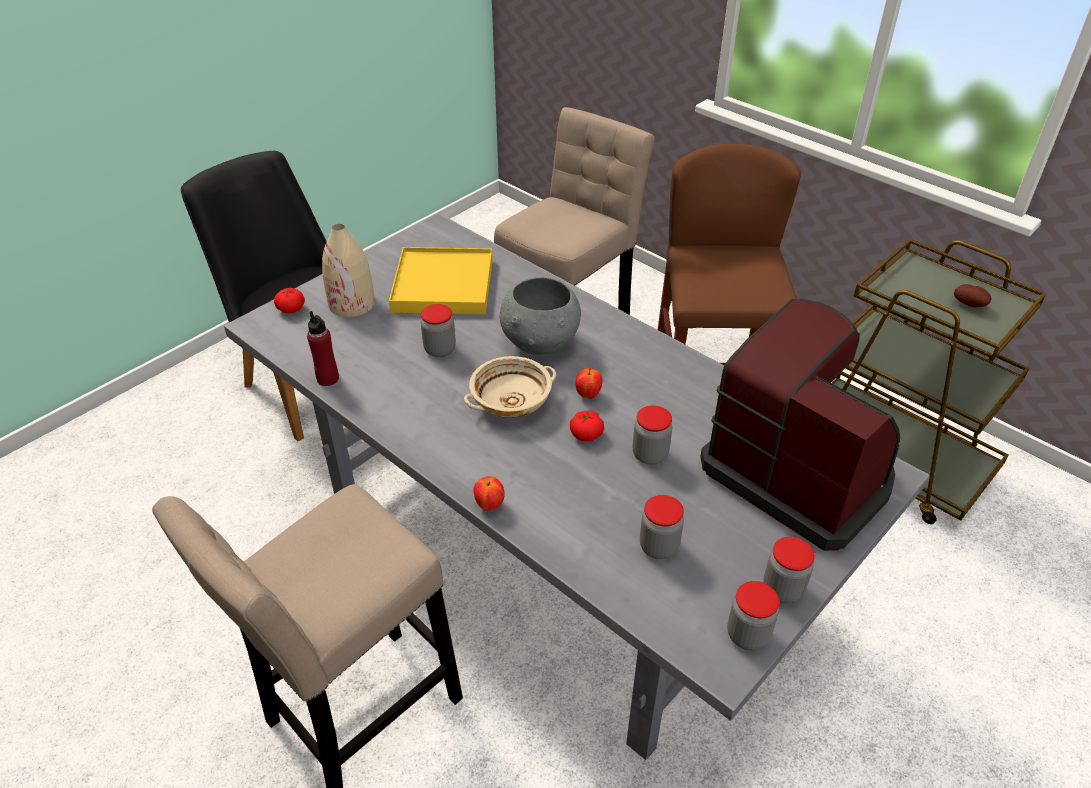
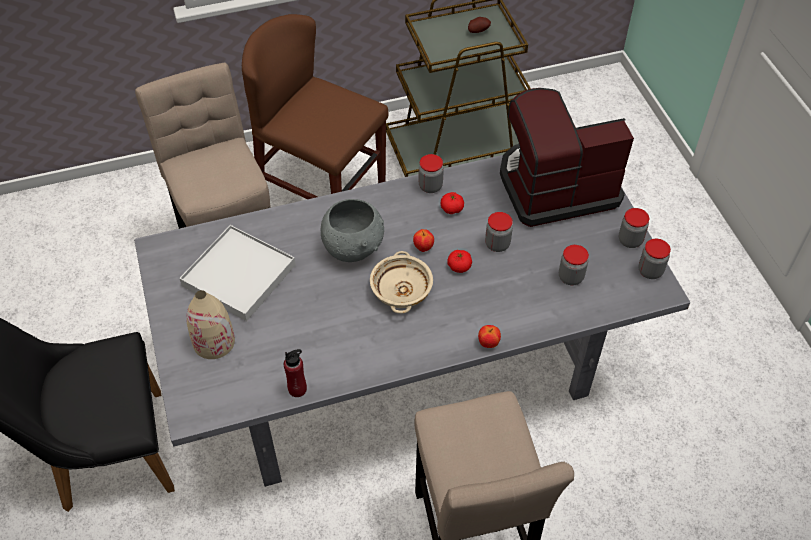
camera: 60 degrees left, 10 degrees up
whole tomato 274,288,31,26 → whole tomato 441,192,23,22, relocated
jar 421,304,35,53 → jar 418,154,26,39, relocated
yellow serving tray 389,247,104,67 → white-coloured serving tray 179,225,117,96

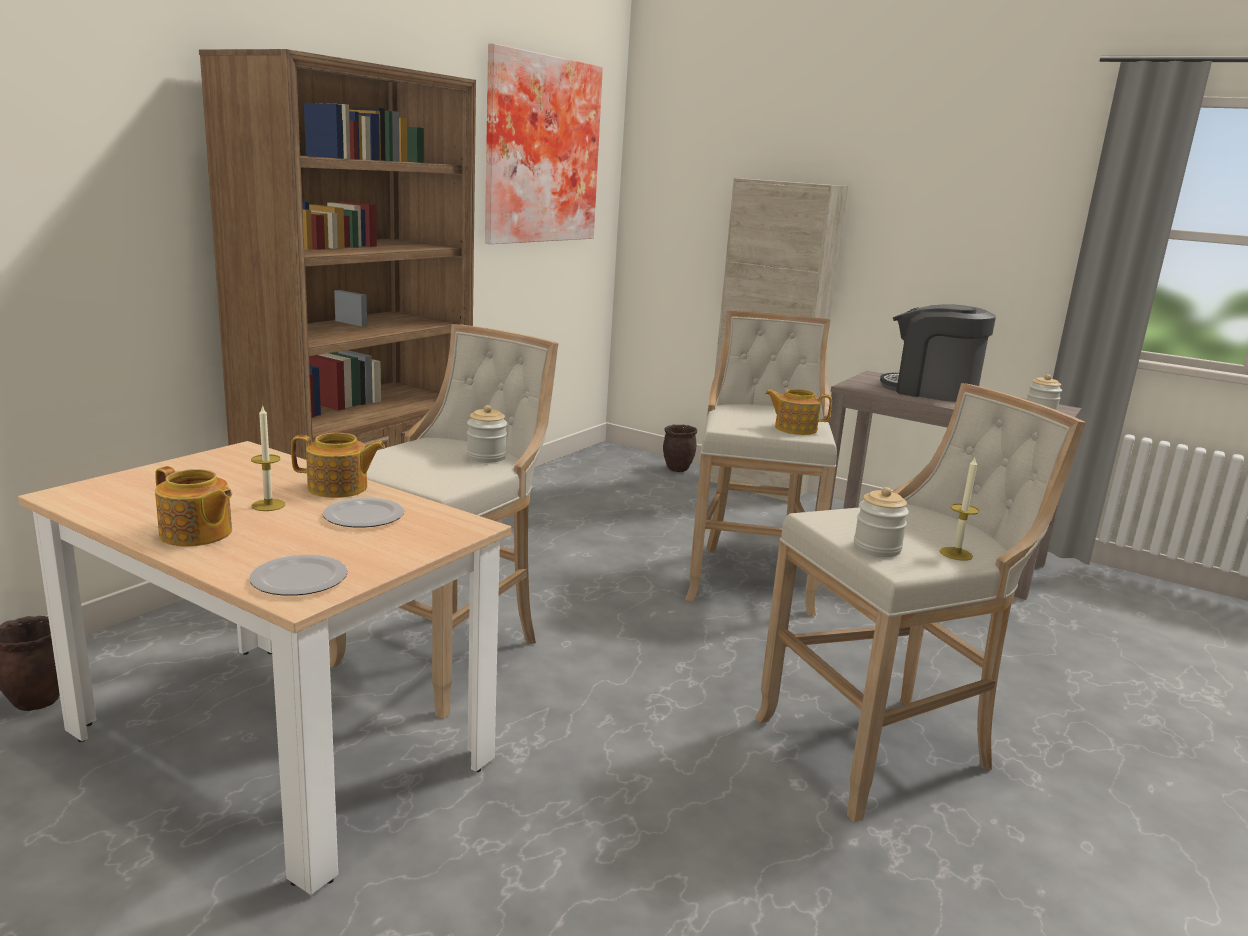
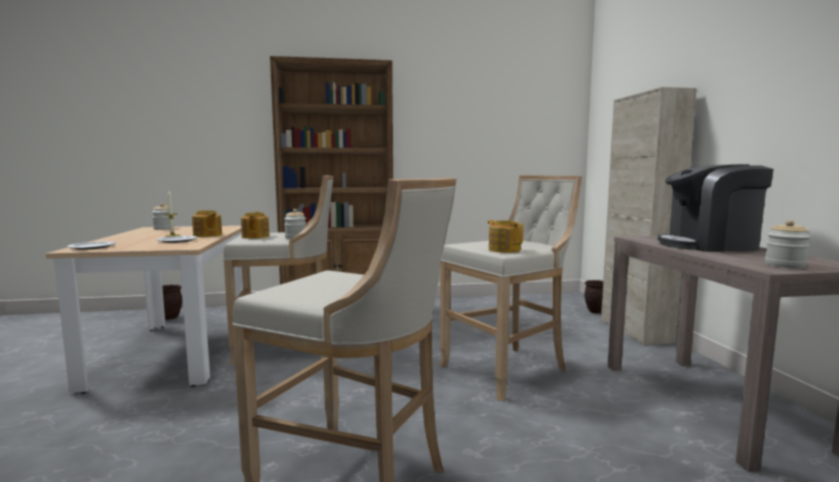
camera: 50 degrees right, 10 degrees down
wall art 485,43,118,201 → -
wax candle 940,458,39,103 → -
tea pot 155,466,77,81 → tea pot 241,212,29,27, relocated
jar 854,487,55,70 → jar 152,203,22,27, relocated
coffee machine 880,304,116,98 → coffee machine 658,164,116,88, 75 degrees counterclockwise

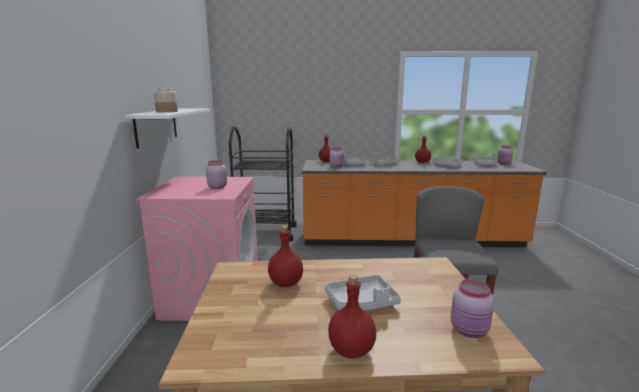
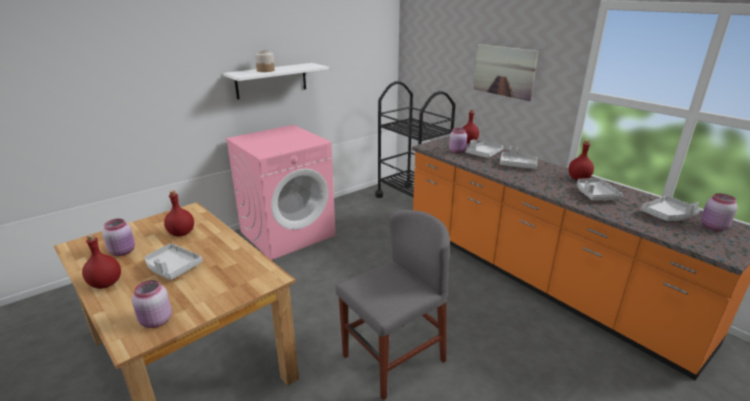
camera: 50 degrees right, 10 degrees up
- → wall art 474,44,64,57
pinkish jar 206,160,21,29 → pinkish jar 102,219,33,37, relocated

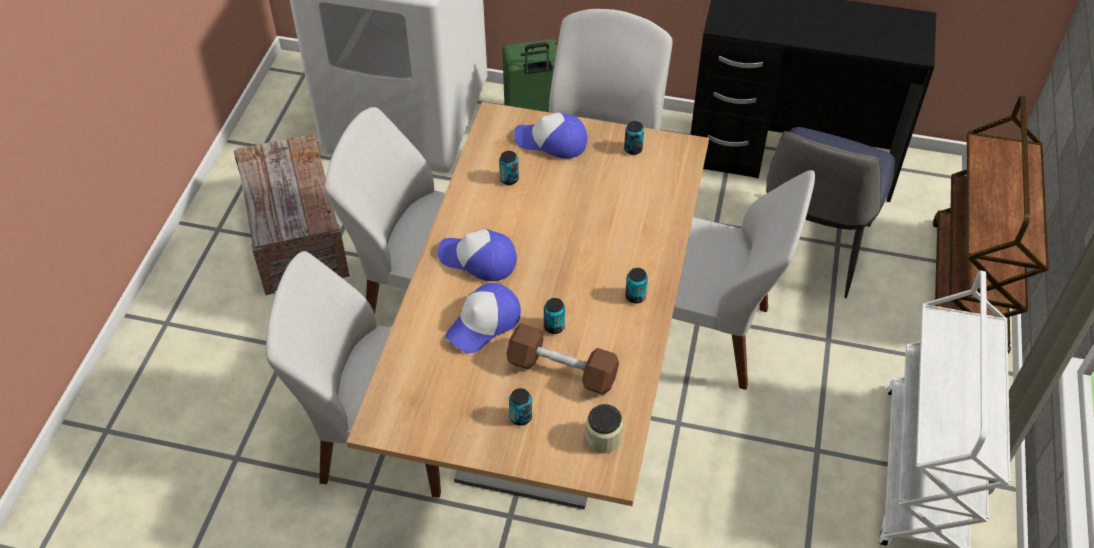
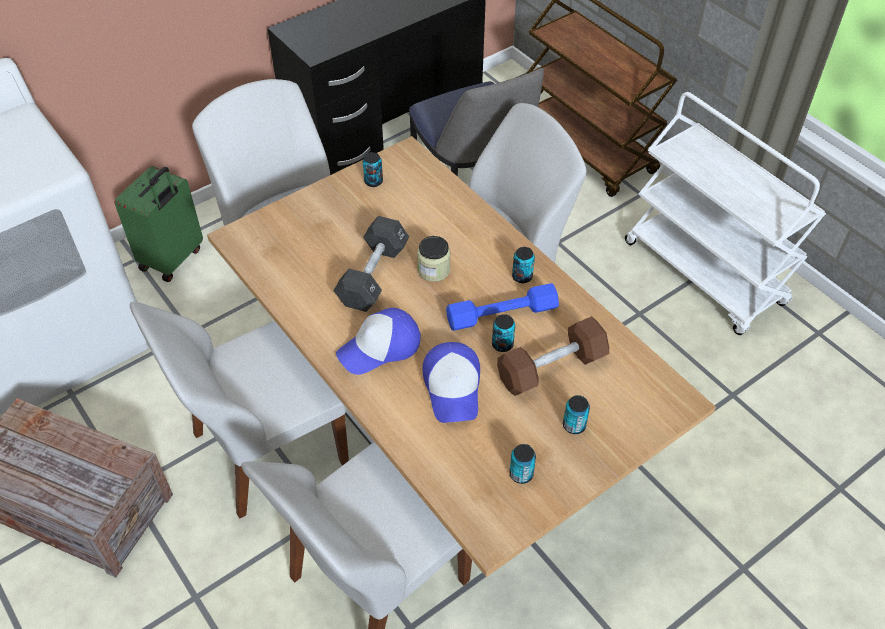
camera: 50 degrees left, 0 degrees up
baseball cap 514,112,74,47 → -
- → blackish hand weight 334,216,75,96
- → blue-coloured hand weight 446,283,113,48
metal can 499,151,20,34 → metal can 509,444,27,40, relocated
jar 586,404,37,50 → jar 417,236,34,46, relocated

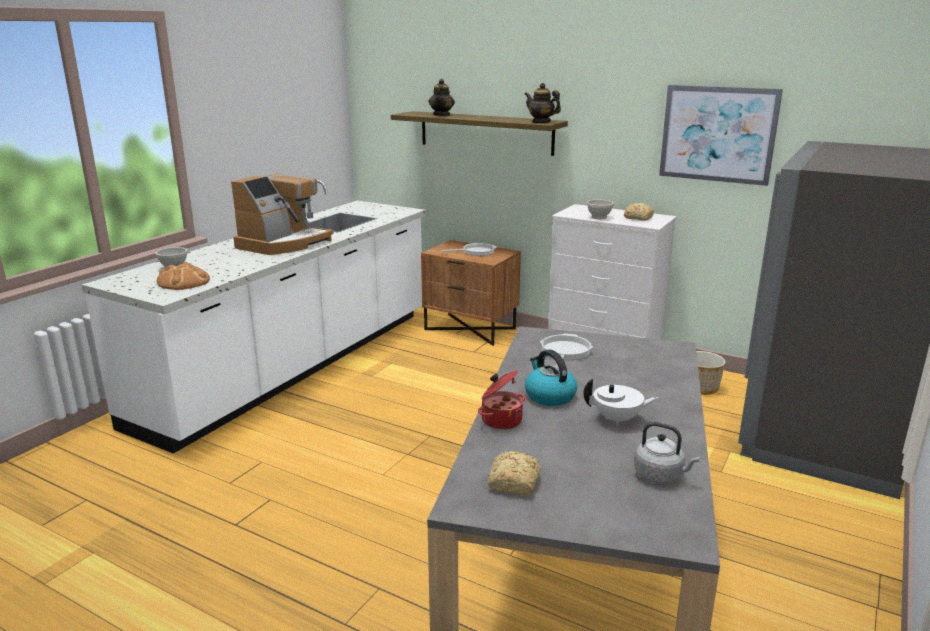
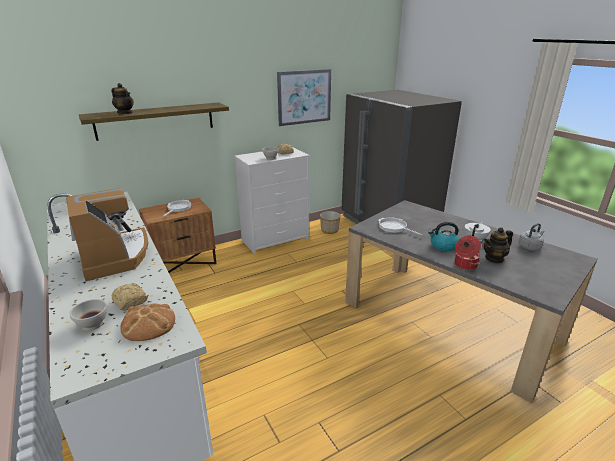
camera: 60 degrees left, 5 degrees up
bread 488,451,53,44 → bread 112,283,36,28, relocated
tea pot 524,83,37,40 → tea pot 484,227,29,36, relocated

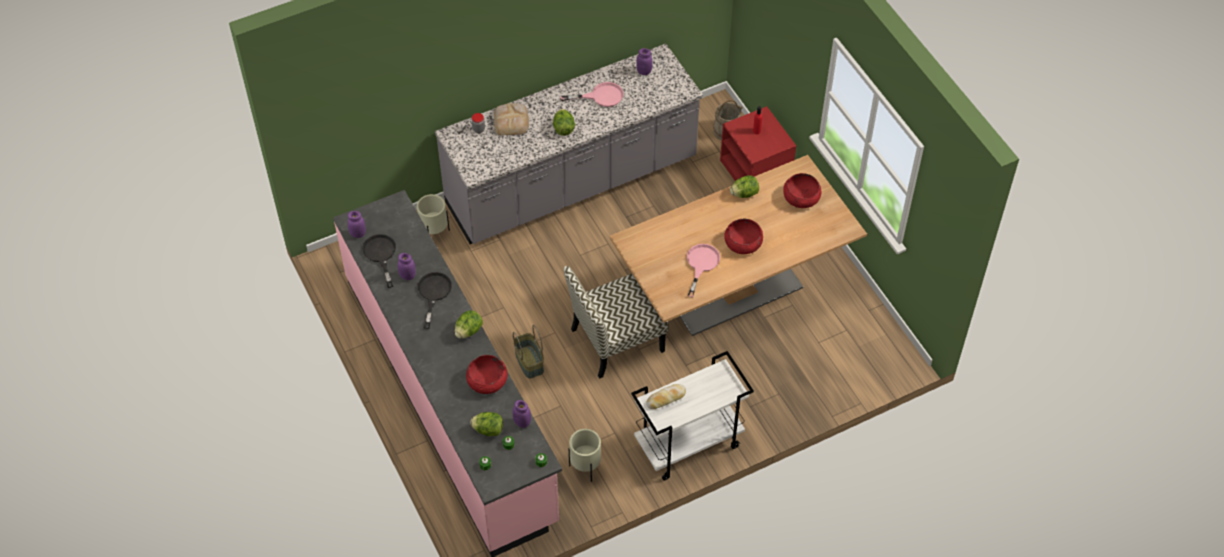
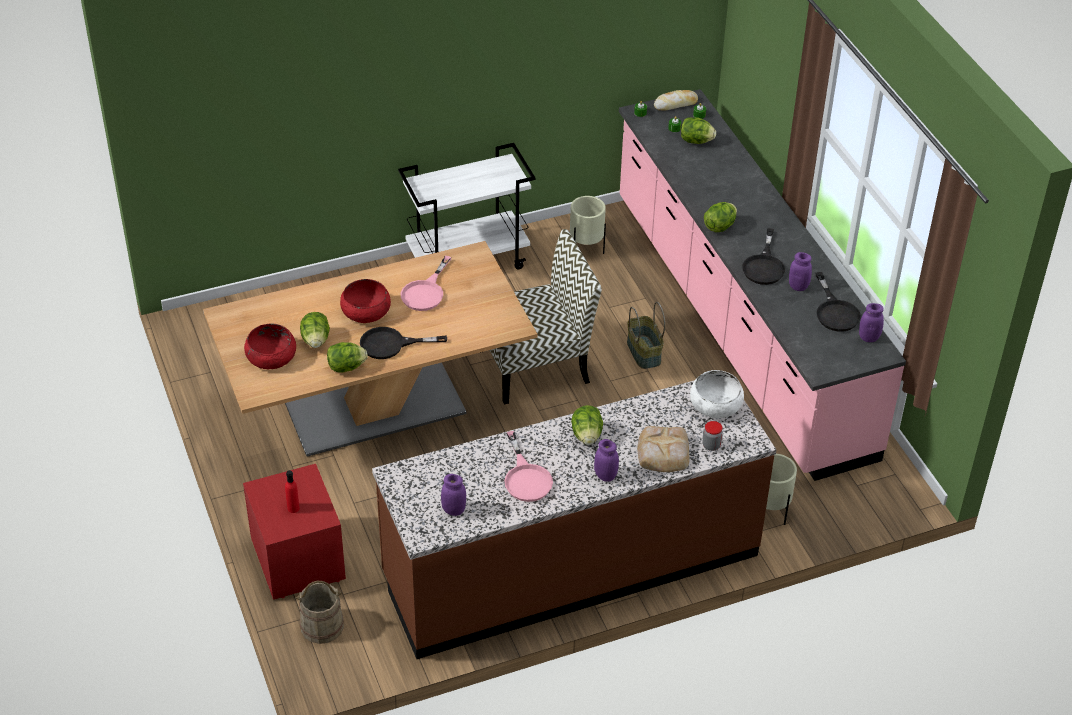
camera: 175 degrees left, 10 degrees down
reddish serving bowl 466,355,42,39 → -
- → lettuce 300,312,30,36
- → blackish pan 360,327,87,32
- → white-coloured serving bowl 690,370,54,48
purple-coloured jar 512,400,19,28 → purple-coloured jar 594,439,25,43, relocated
bread 646,384,40,25 → bread 654,90,44,21, relocated
grey kitchen base unit 435,44,268,200 → brown kitchen base unit 372,380,404,279
pinkish pan 561,82,63,25 → pinkish pan 504,431,49,71, 105 degrees counterclockwise

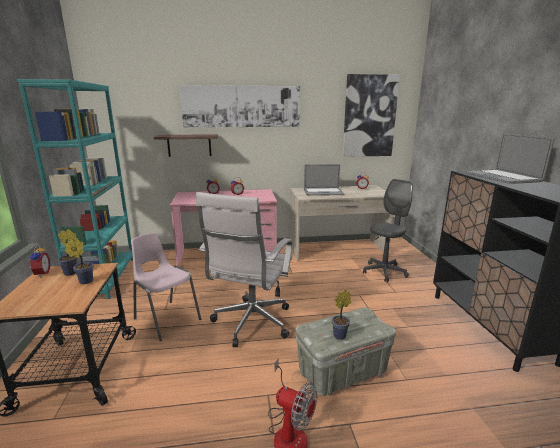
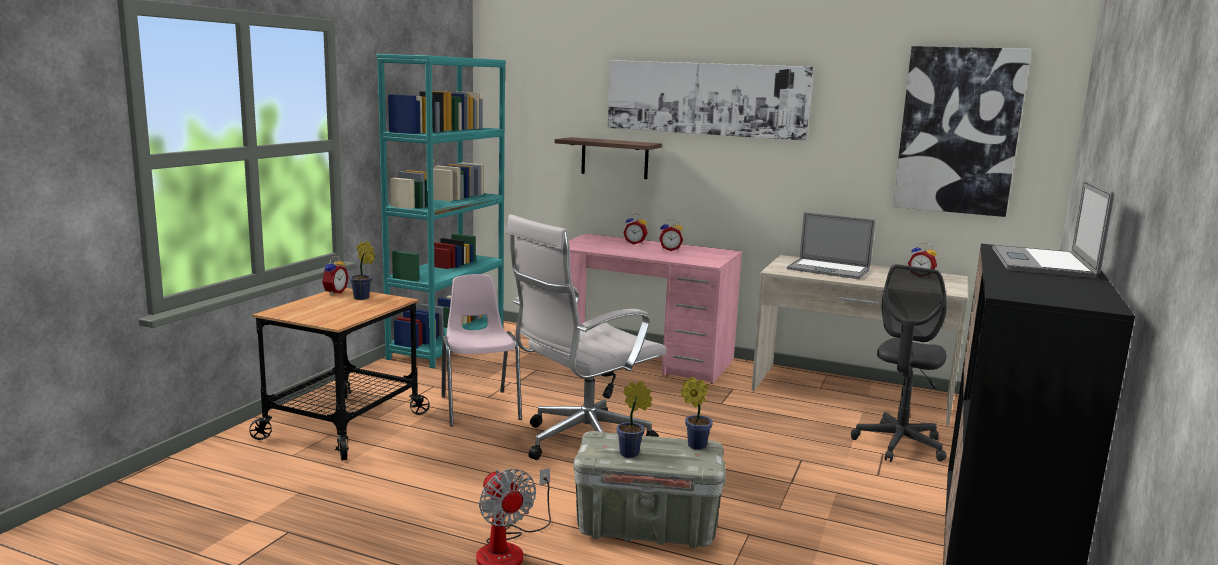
camera: 30 degrees right, 5 degrees down
plant in a pot 64,239,30,45 → plant in a pot 680,376,33,74, relocated
grey computer chair 363,179,50,104 → grey computer chair 851,264,96,198, 135 degrees clockwise

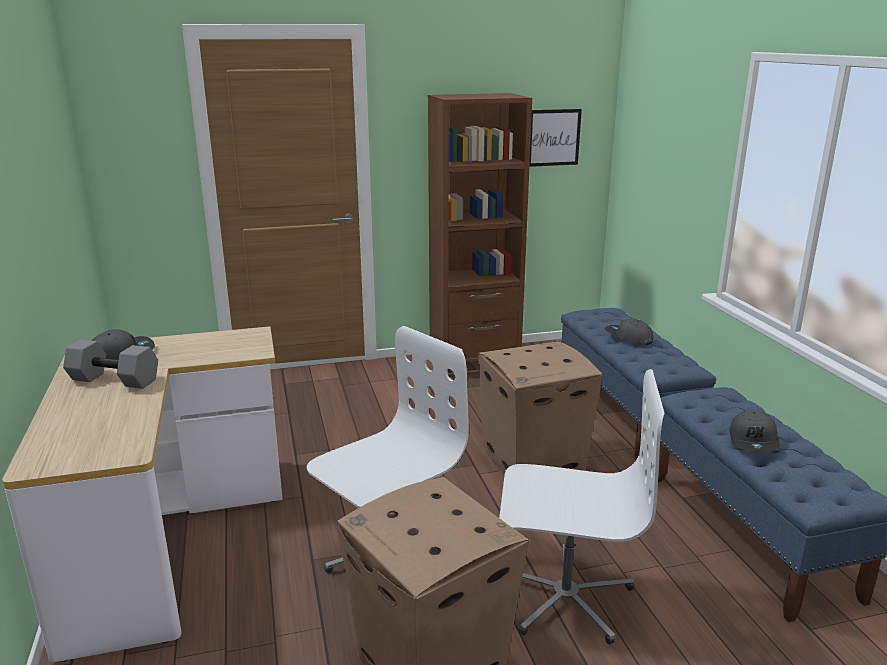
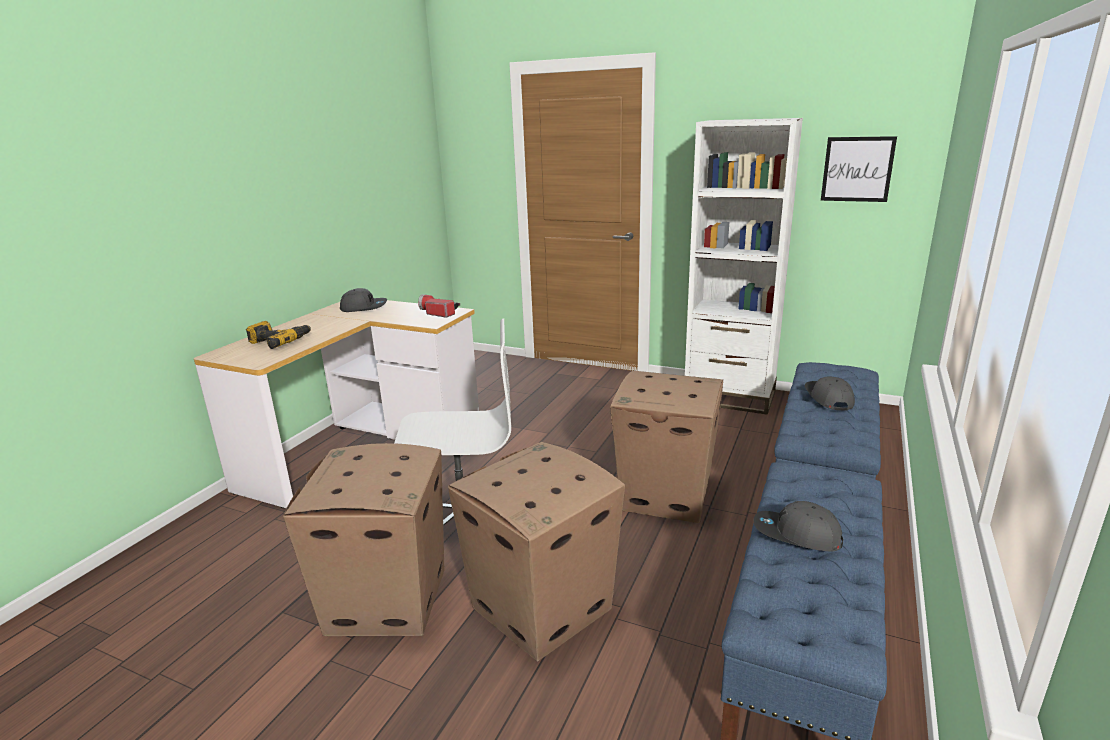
camera: 40 degrees right, 0 degrees up
grey hand weight 63,340,95,49 → -
- → power drill 246,321,65,28
- → hand torch 418,294,42,24
white-coloured computer chair 499,369,166,275 → packing box 448,442,177,220
brown bookshelf 428,93,104,284 → white-coloured bookshelf 685,118,118,297
grey baseball cap 729,410,51,41 → grey baseball cap 754,501,89,50, 60 degrees clockwise

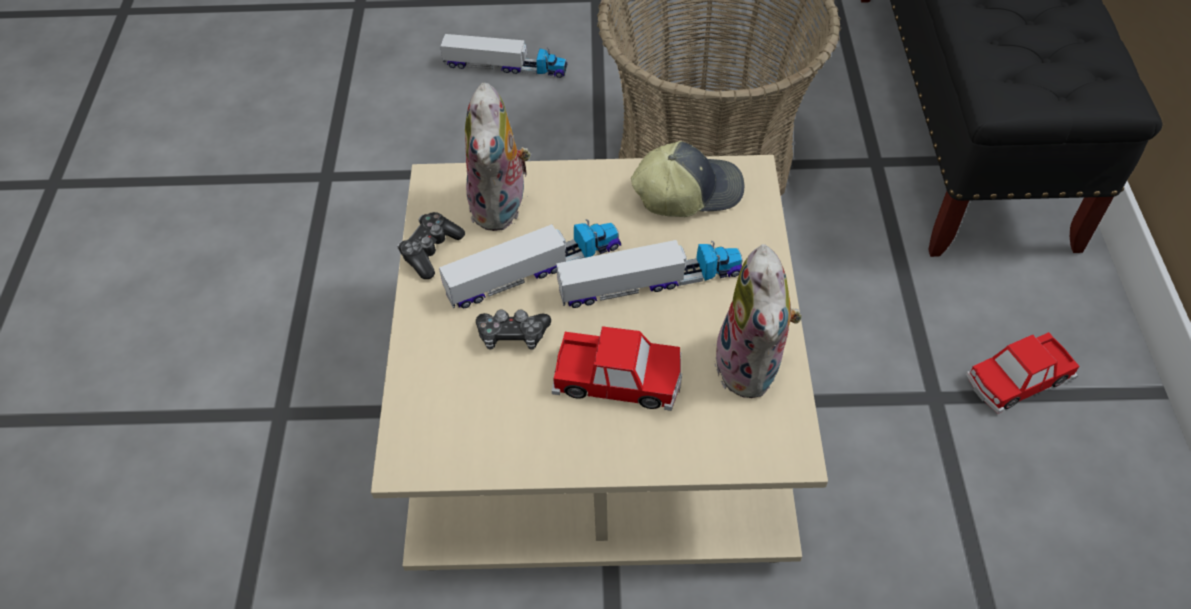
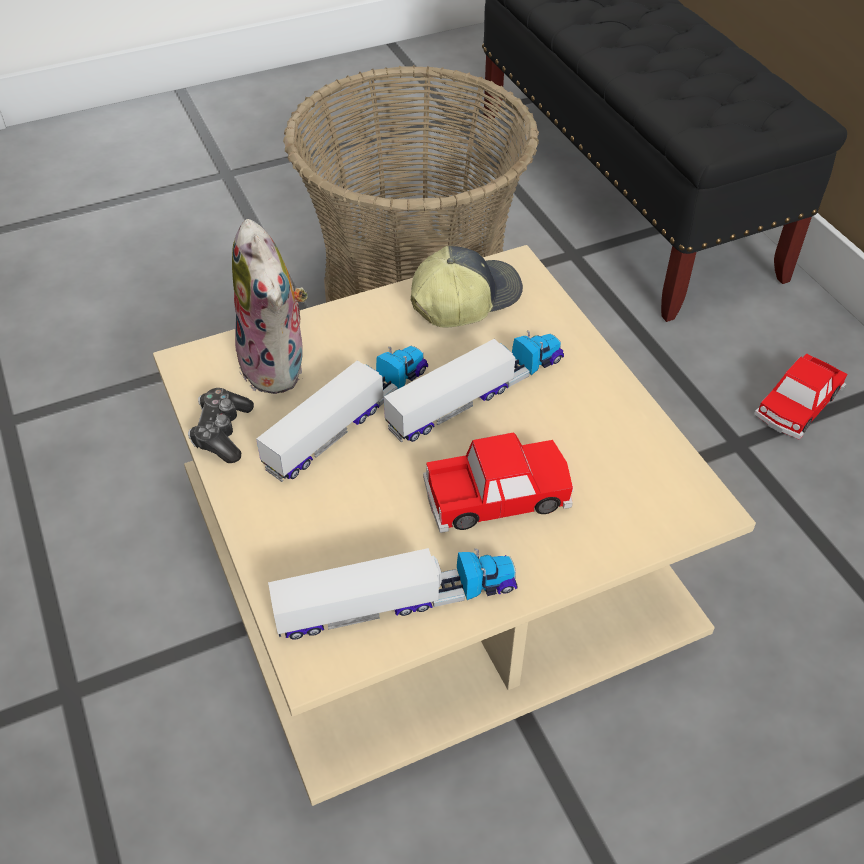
camera: 25 degrees left, 5 degrees down
game controller 476,309,75,41 → -
plush toy 714,244,88,154 → -
toy truck 440,34,127,44 → toy truck 268,548,249,91, relocated

